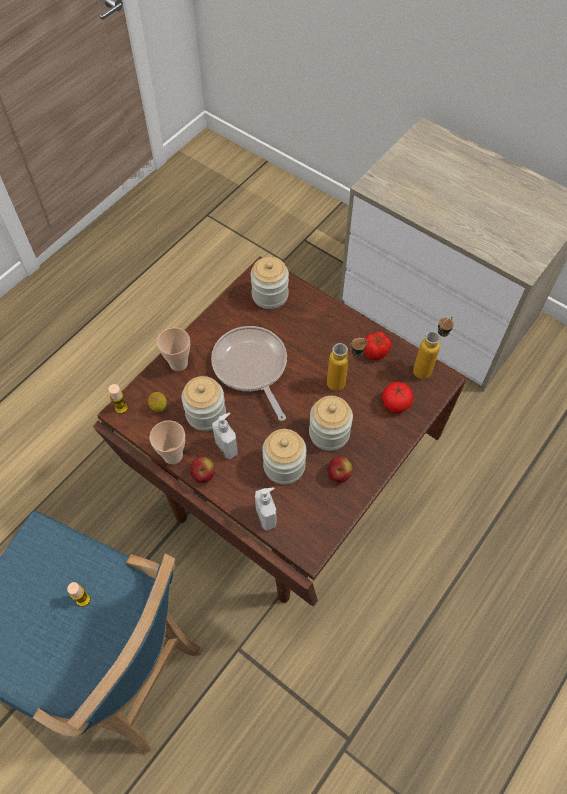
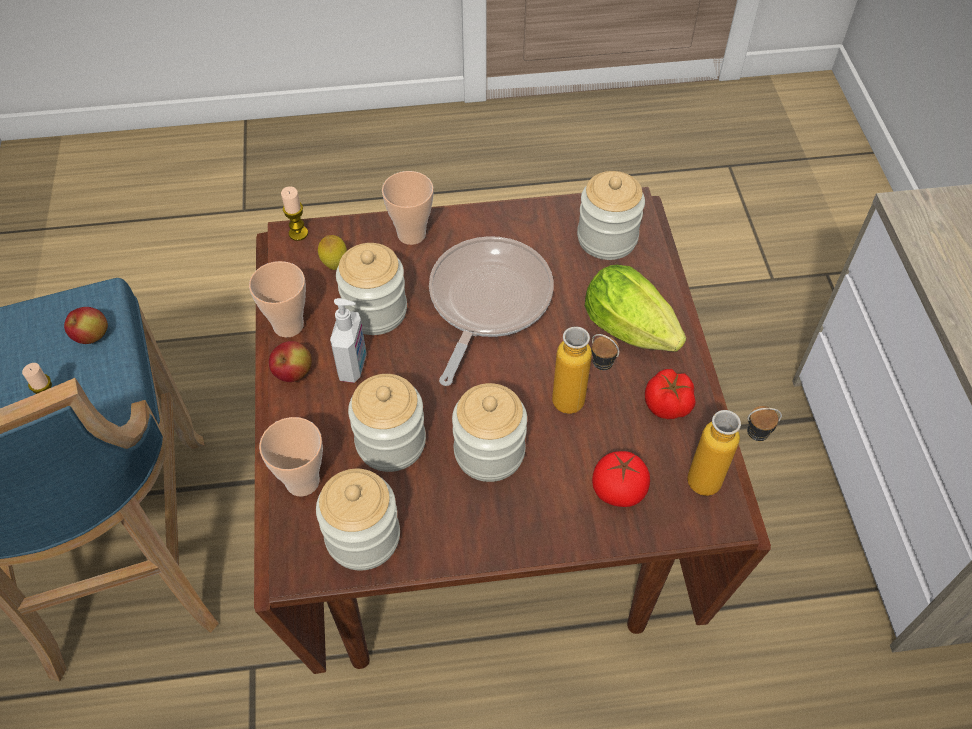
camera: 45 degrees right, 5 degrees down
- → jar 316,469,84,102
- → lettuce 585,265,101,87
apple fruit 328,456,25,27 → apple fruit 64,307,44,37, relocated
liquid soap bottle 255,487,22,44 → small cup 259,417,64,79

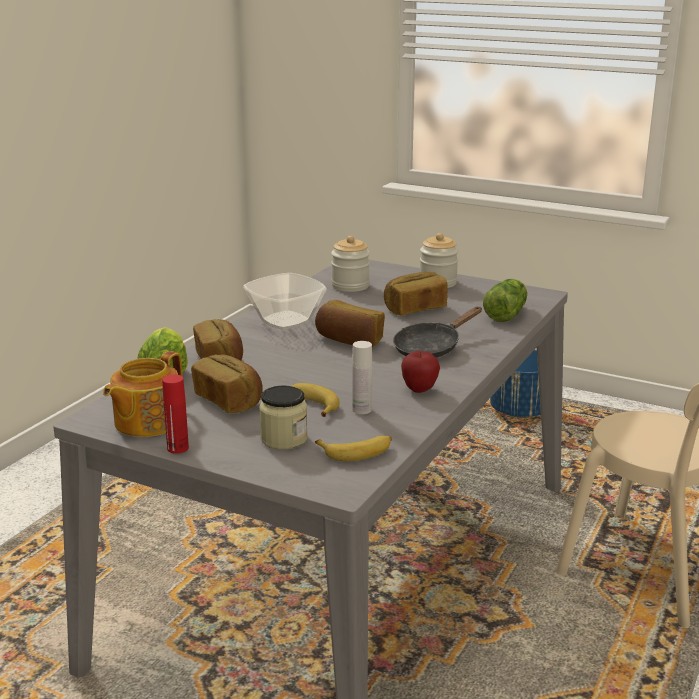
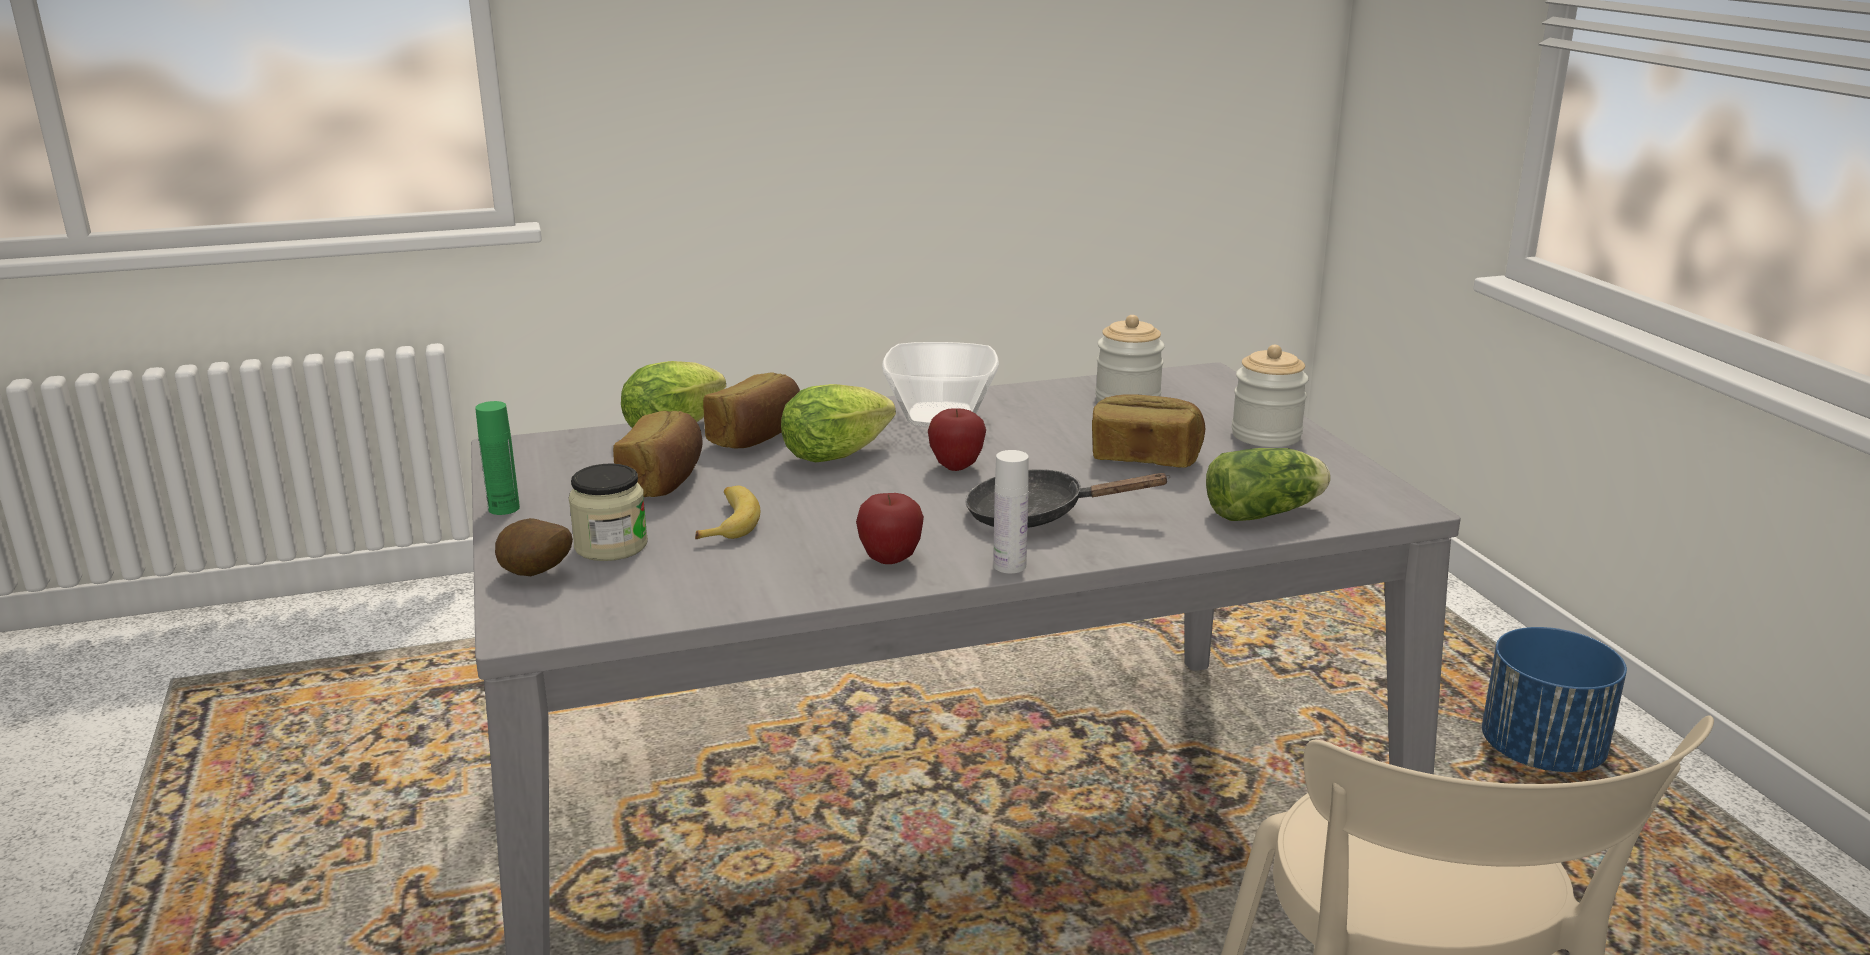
camera: 45 degrees right, 0 degrees up
tea pot 103,351,80,86 → -
banana fruit 315,436,77,25 → -
- → whole potato 495,518,78,58
- → lettuce 781,384,115,78
white-coloured beverage bottle 352,341,20,73 → white-coloured beverage bottle 993,450,36,124, relocated
bread 315,300,70,47 → apple fruit 928,408,58,63
reddish beverage bottle 162,375,27,79 → green beverage bottle 475,401,45,114

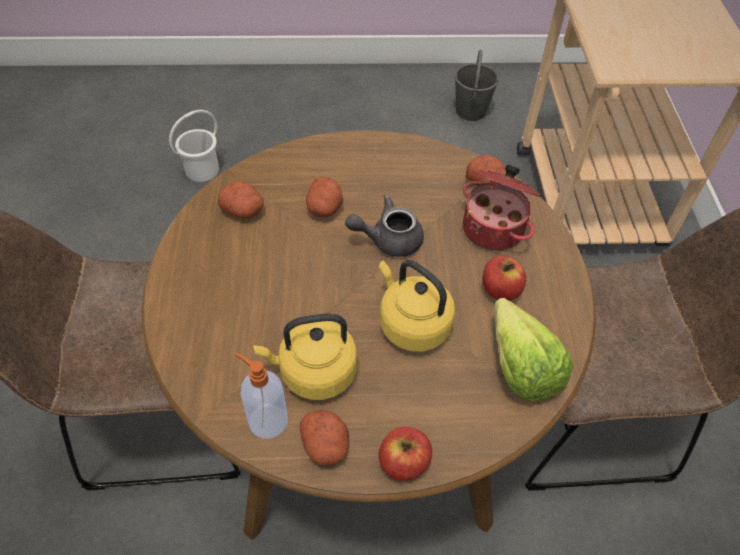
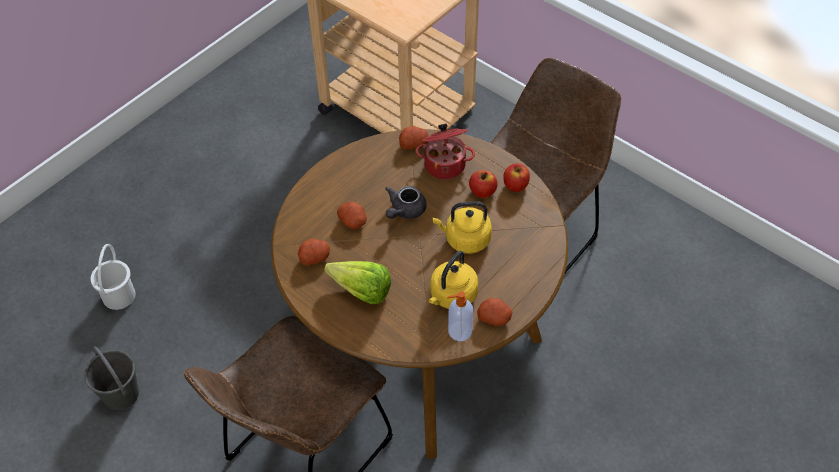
camera: 45 degrees left, 0 degrees up
apple fruit 378,427,54,54 → apple fruit 503,163,27,29, relocated
grey pail 455,50,44,71 → grey pail 84,346,55,64, relocated
lettuce 494,298,79,104 → lettuce 324,261,67,43, relocated

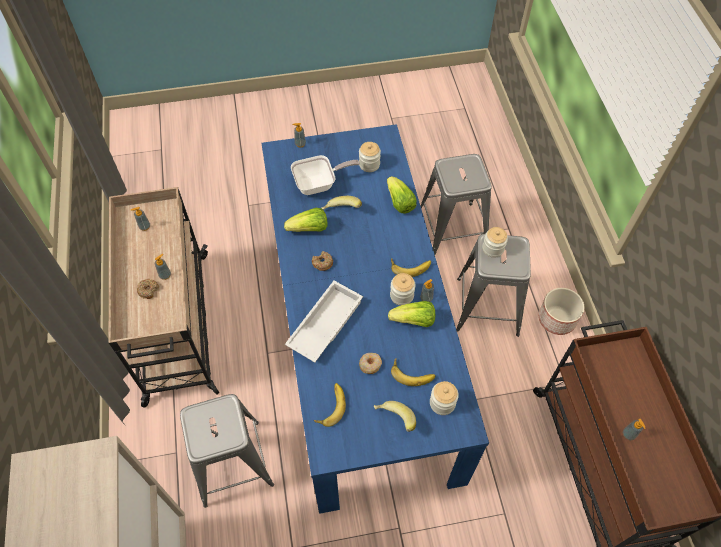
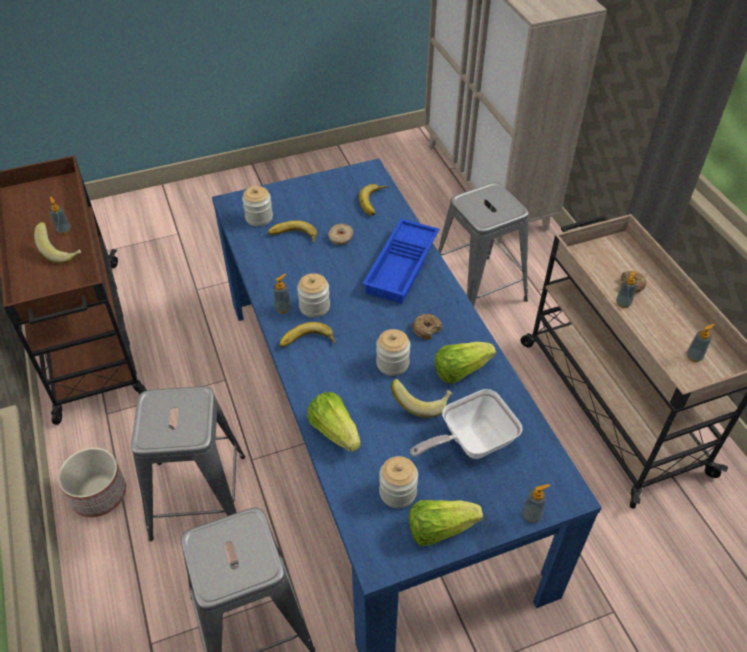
camera: 170 degrees right, 10 degrees down
banana fruit 374,401,42,31 → banana fruit 34,222,48,42, relocated
lettuce 388,301,47,26 → lettuce 409,500,74,46, relocated
jar 482,227,26,31 → jar 376,329,34,47, relocated
white-coloured serving tray 285,281,78,81 → blue-coloured serving tray 362,219,77,85

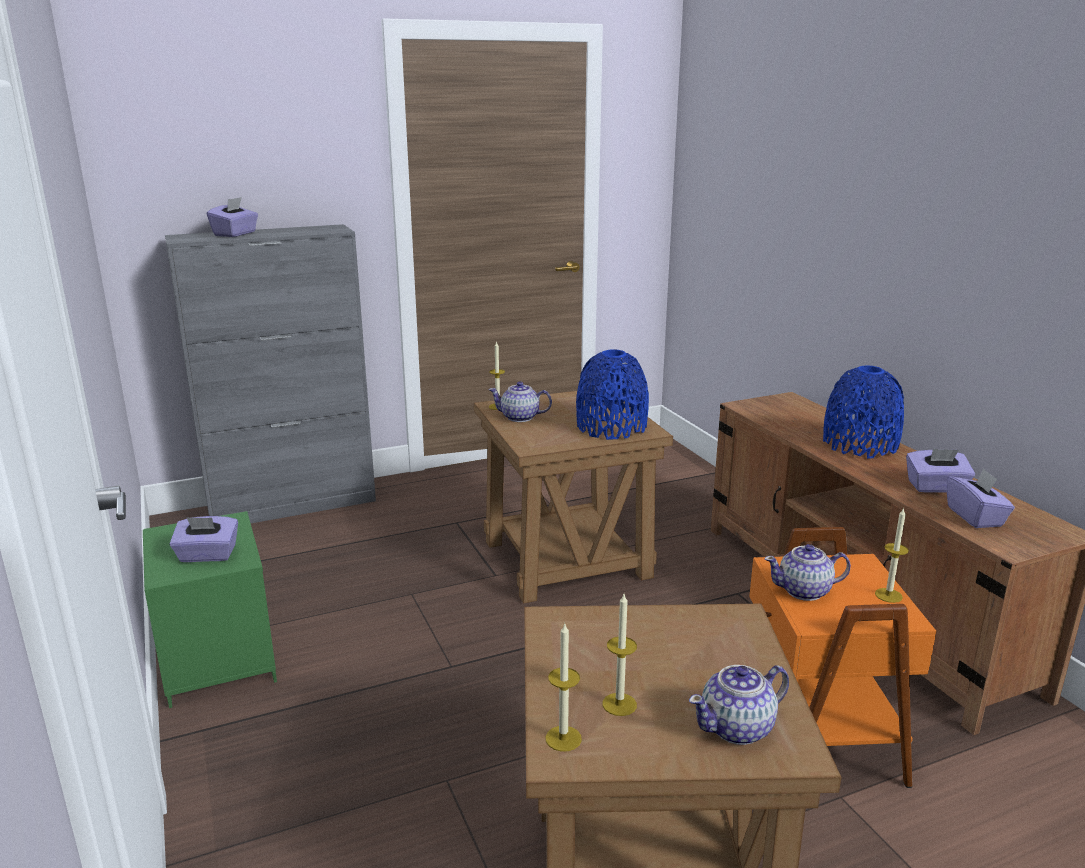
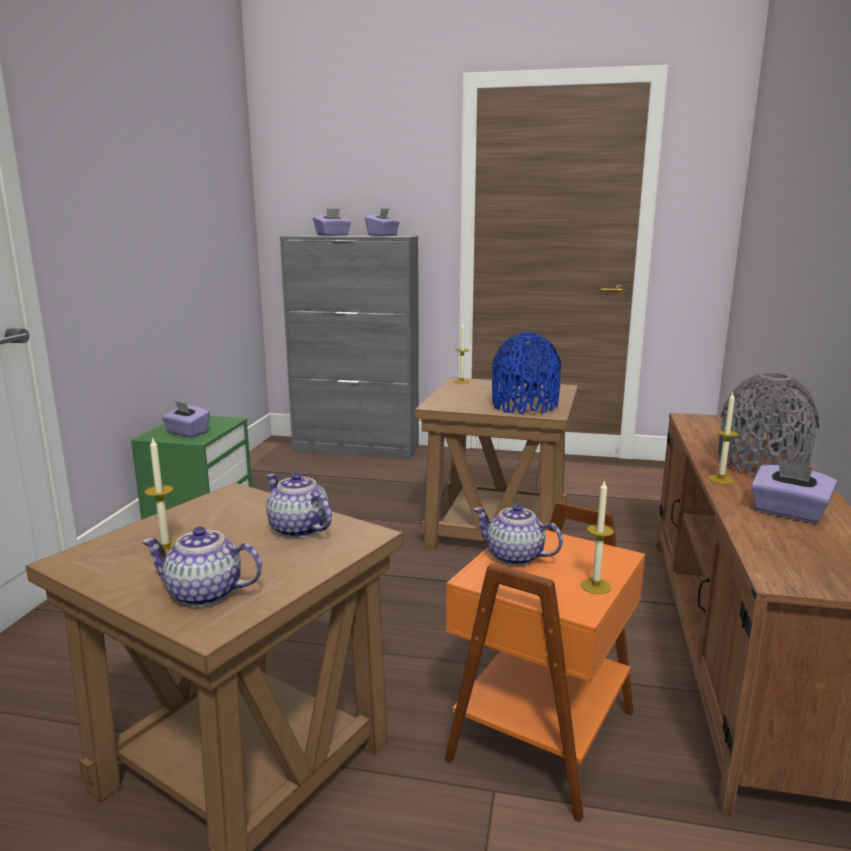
camera: 35 degrees right, 5 degrees down
tea pot 488,381,64,41 → tea pot 266,473,66,65, relocated
wax candle 545,622,37,130 → wax candle 708,393,31,91, relocated
purple-coloured tissue box 947,468,68,60 → purple-coloured tissue box 365,208,35,28, relocated
blue-coloured vase 823,365,81,94 → grey vase 718,372,101,104

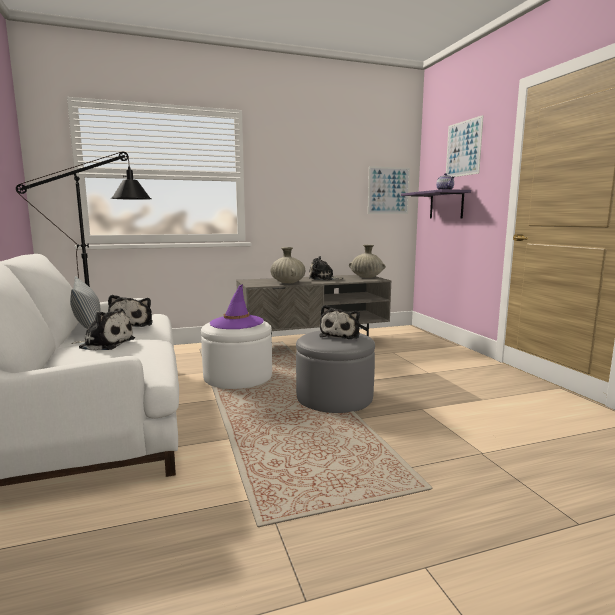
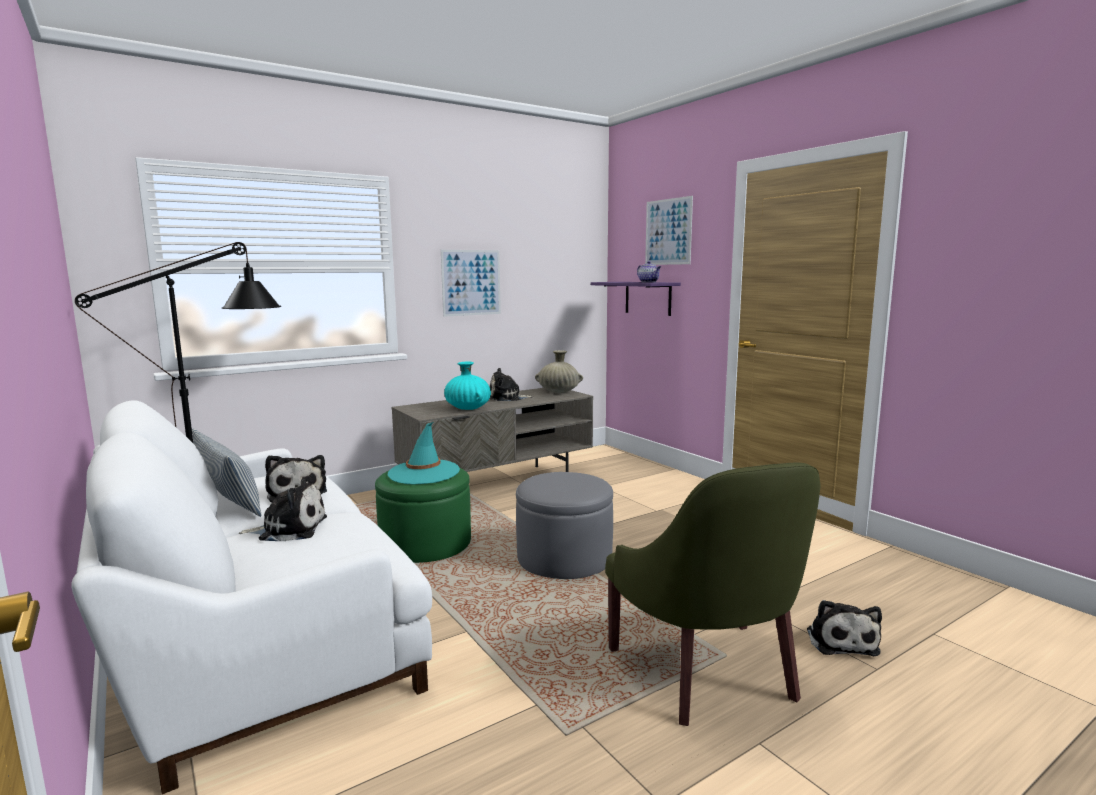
camera: 15 degrees left, 0 degrees up
- → green armchair 605,463,216,263
plush toy 319,305,41,34 → plush toy 807,600,75,56, relocated
wall art 368,166,42,48 → wall art 441,250,60,67, relocated
white-coloured footrest 201,321,71,68 → green footrest 375,467,96,96
purple-coloured wearable hat 210,284,54,45 → turquoise-coloured wearable hat 388,422,72,63
sand-coloured vase 271,247,34,36 → turquoise-coloured vase 444,361,47,49

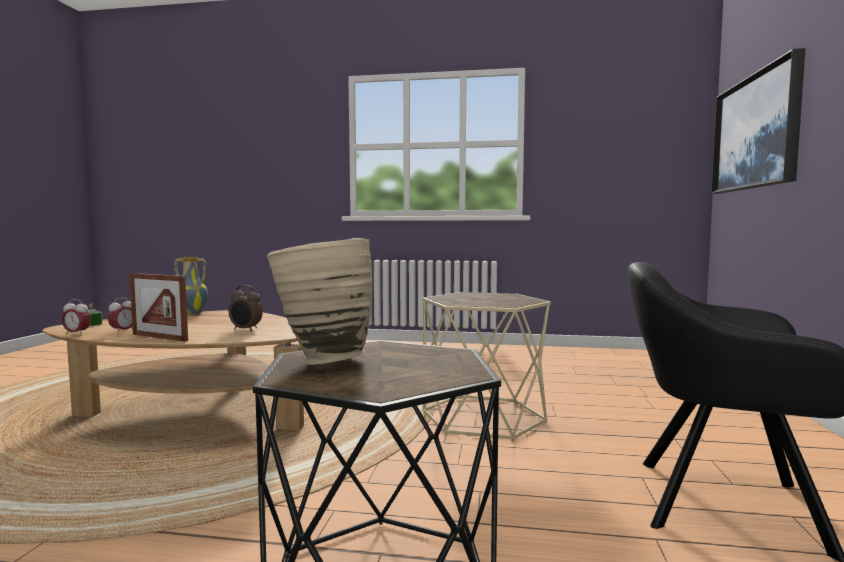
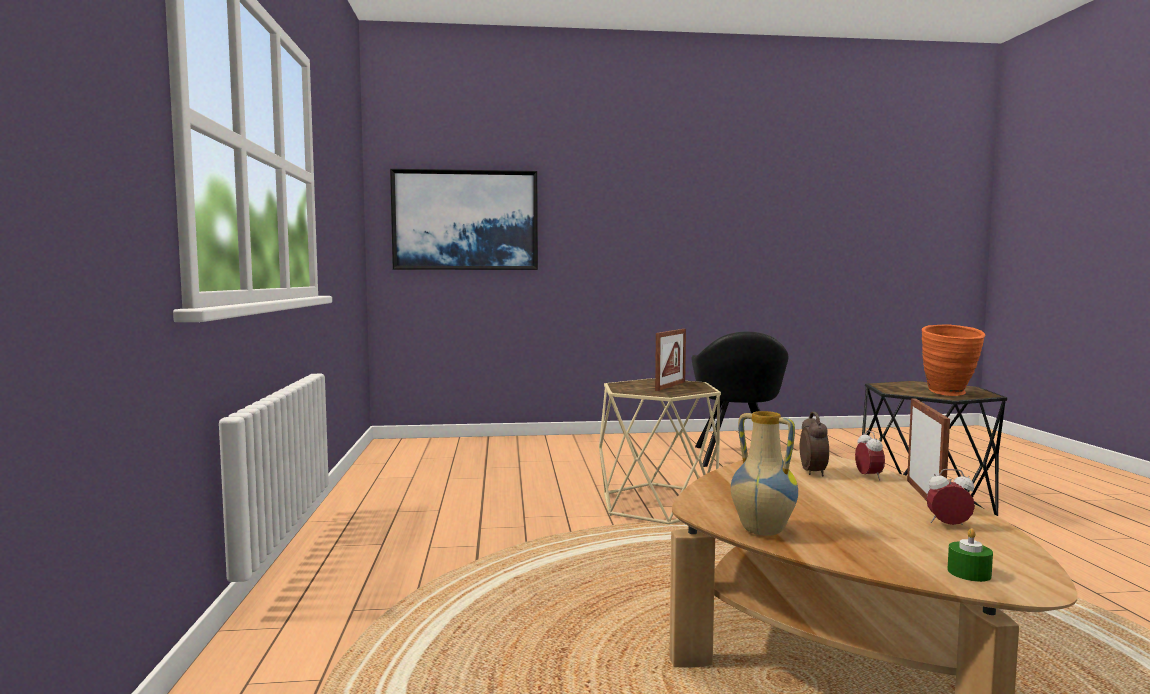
camera: 105 degrees left, 0 degrees up
- → photo frame 655,329,31,62
table clock 62,299,29,36 → table clock 855,430,30,51, relocated
sand-coloured vase 266,238,106,127 → orange vase 922,324,63,72

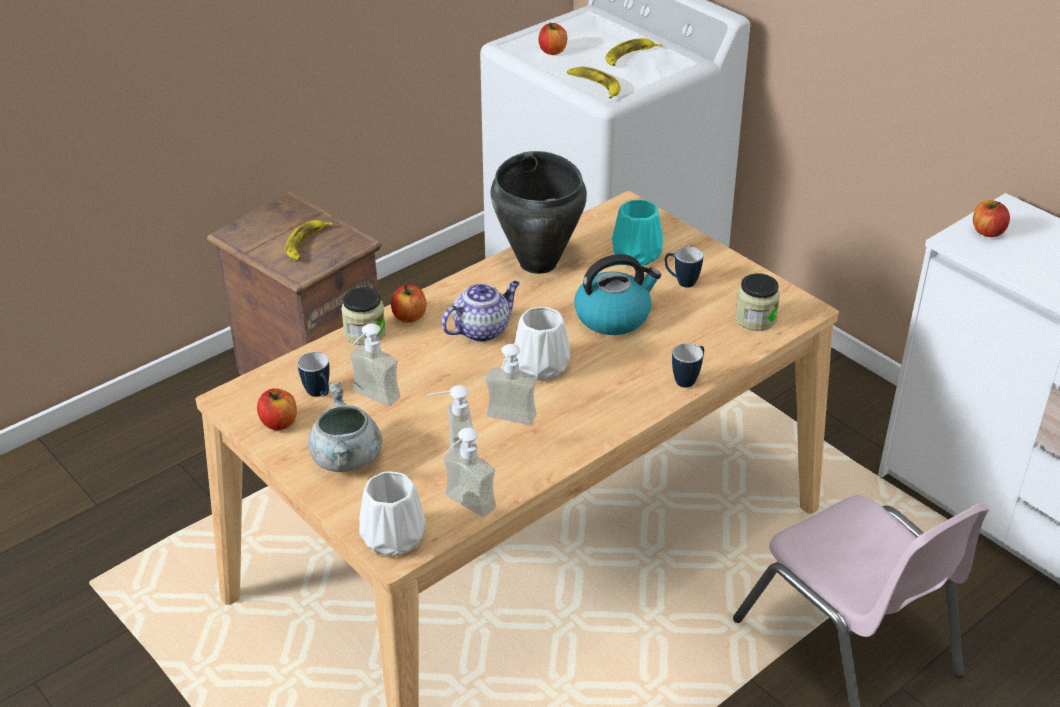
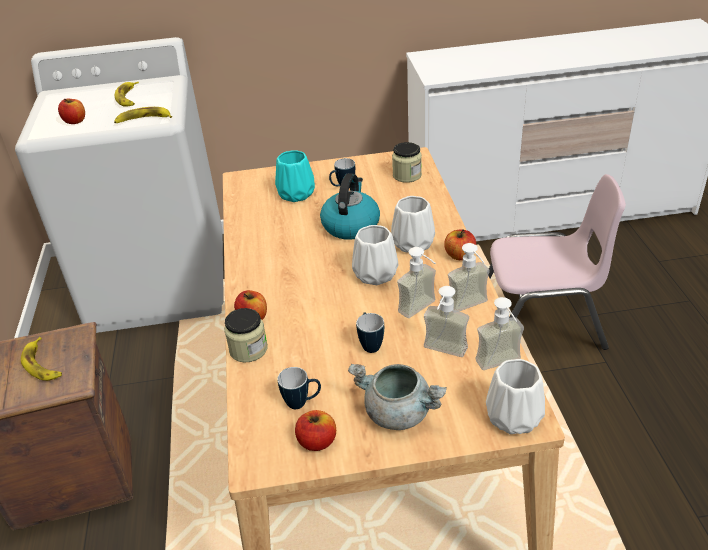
camera: 55 degrees left, 0 degrees up
tea pot 441,281,79,61 → -
blackish stockpot 491,151,96,123 → -
- → white-coloured vase 391,196,44,57
liquid soap bottle 350,323,50,83 → liquid soap bottle 448,243,42,68, relocated
tea mug 672,343,32,45 → tea mug 356,312,28,41, relocated
apple fruit 973,200,37,37 → apple fruit 444,229,32,31, relocated

